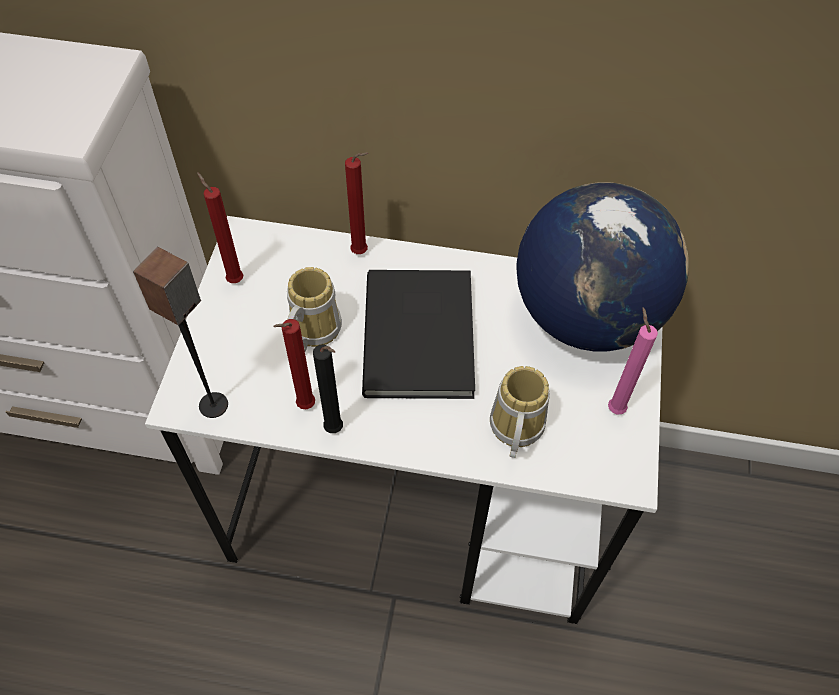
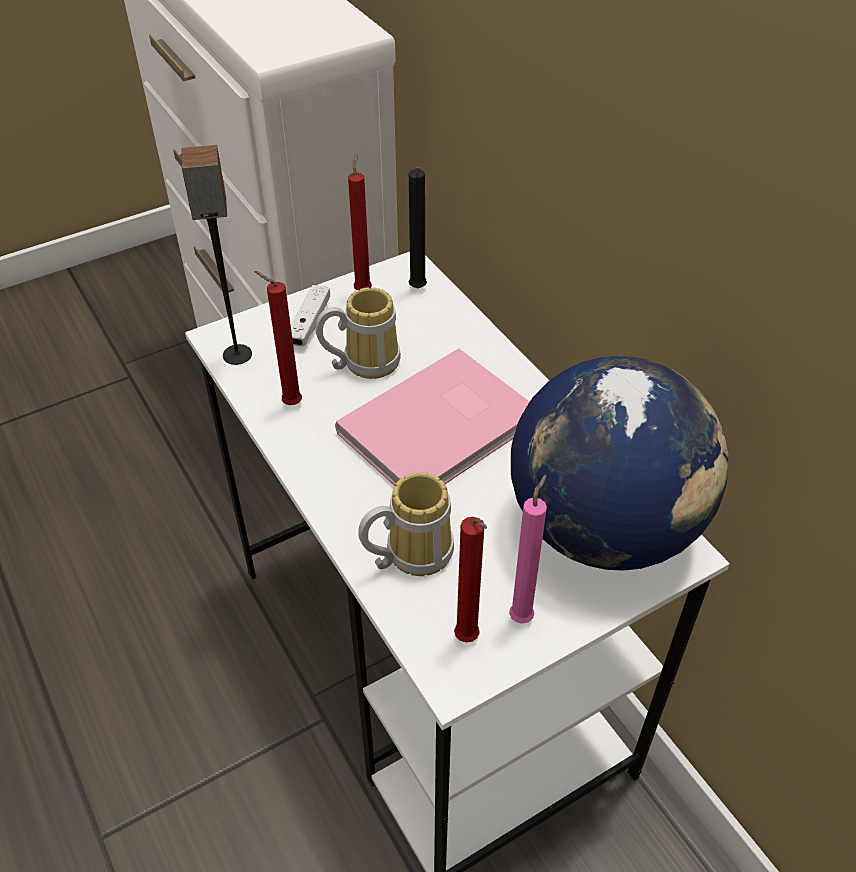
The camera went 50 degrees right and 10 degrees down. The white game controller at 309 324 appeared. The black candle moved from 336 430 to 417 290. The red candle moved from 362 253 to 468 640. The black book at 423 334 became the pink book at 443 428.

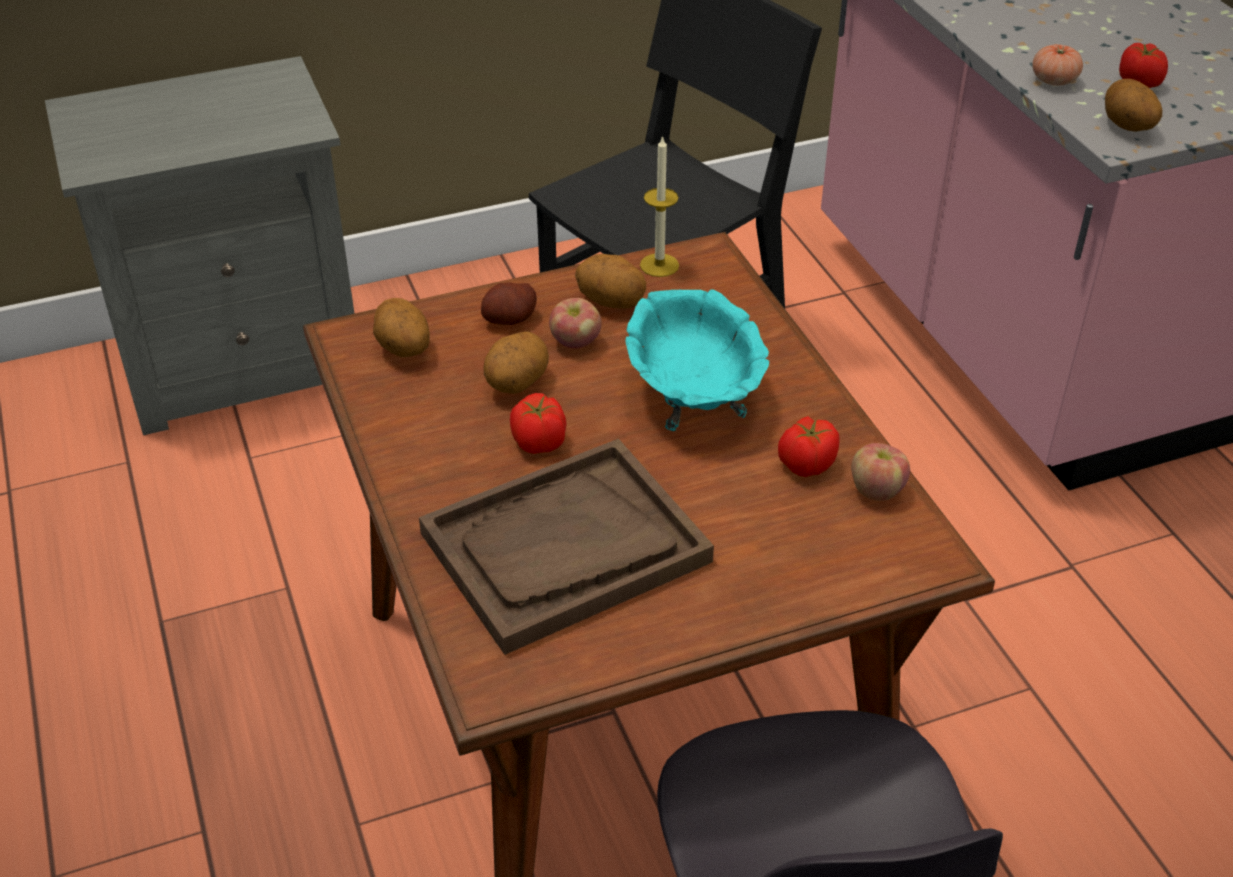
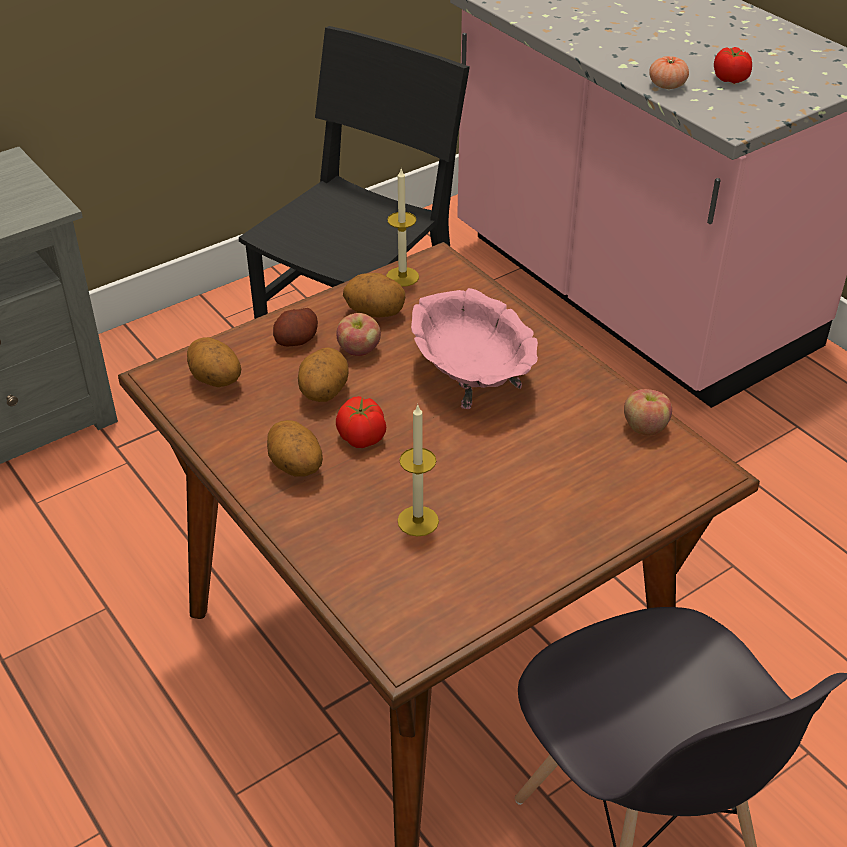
The camera went 15 degrees left and 0 degrees up. The tomato at 806 465 disappeared. The potato moved from 1126 127 to 295 467. The brown tray at 565 548 was replaced by the candle at 418 521. The turquoise bowl at 692 394 became the pink bowl at 470 376.

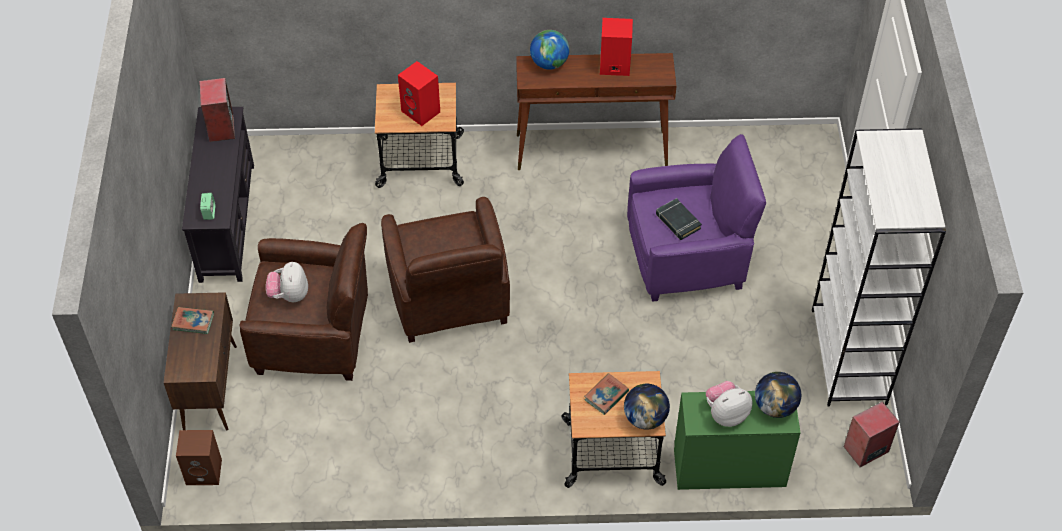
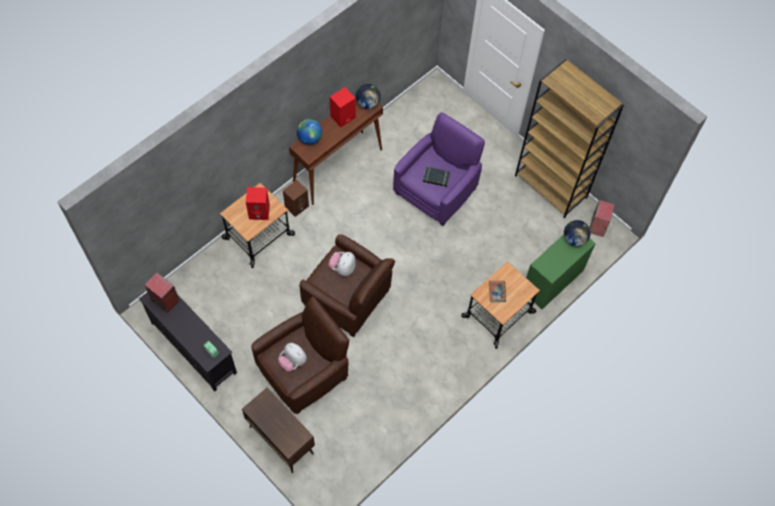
The camera went 45 degrees left and 10 degrees up. The book at 193 322 disappeared. The brown speaker moved from 205 471 to 297 205. The globe moved from 645 418 to 367 103. The plush toy moved from 726 414 to 342 268. The white bookcase at 849 357 became the brown bookcase at 551 187.

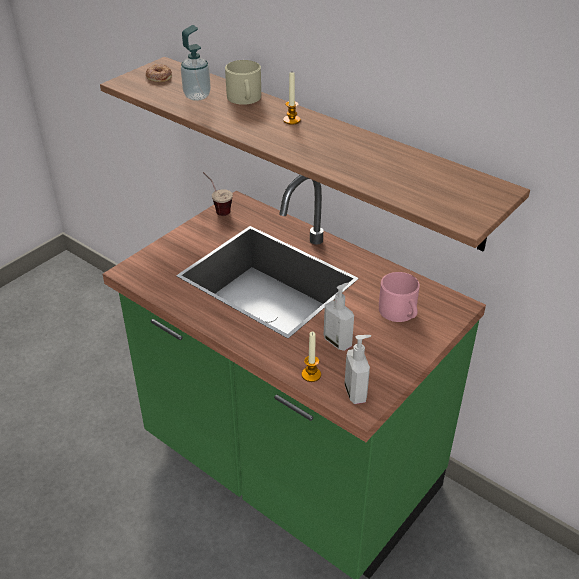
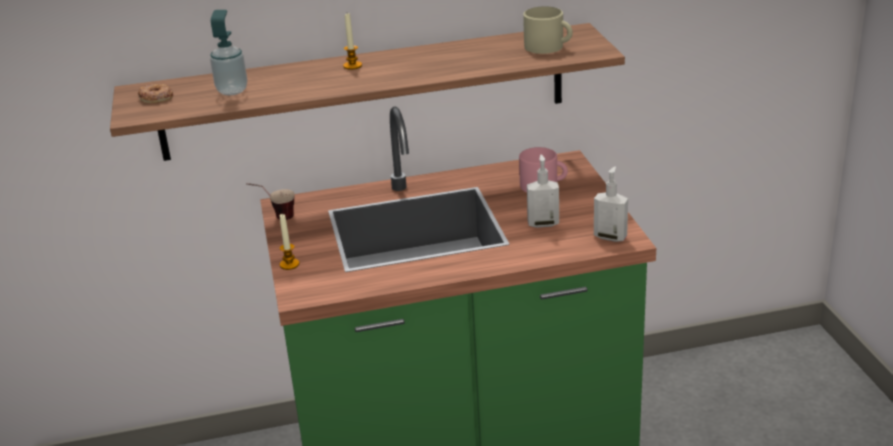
The camera went 50 degrees left and 10 degrees down. The beige mug moved from 244 99 to 548 47. The candle moved from 311 375 to 289 264.

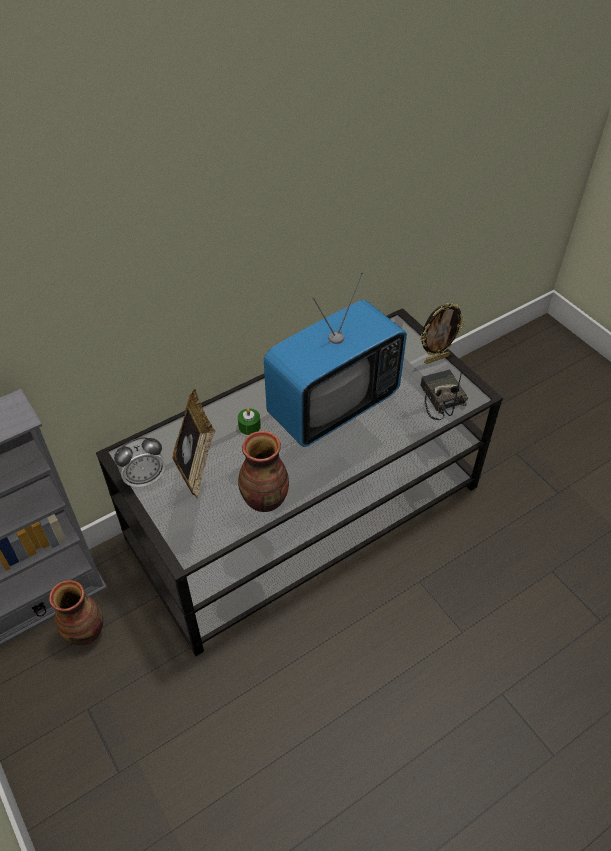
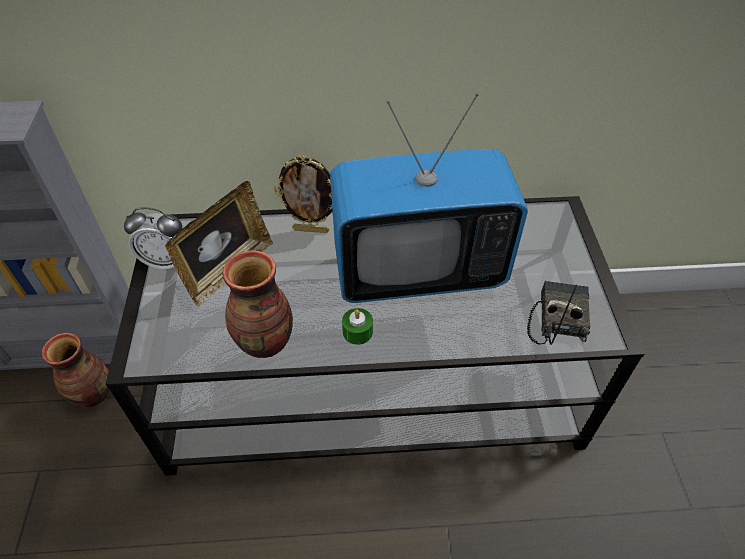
The camera went 30 degrees right and 0 degrees up. The green candle moved from 249 426 to 357 332. The picture frame moved from 436 358 to 311 230.

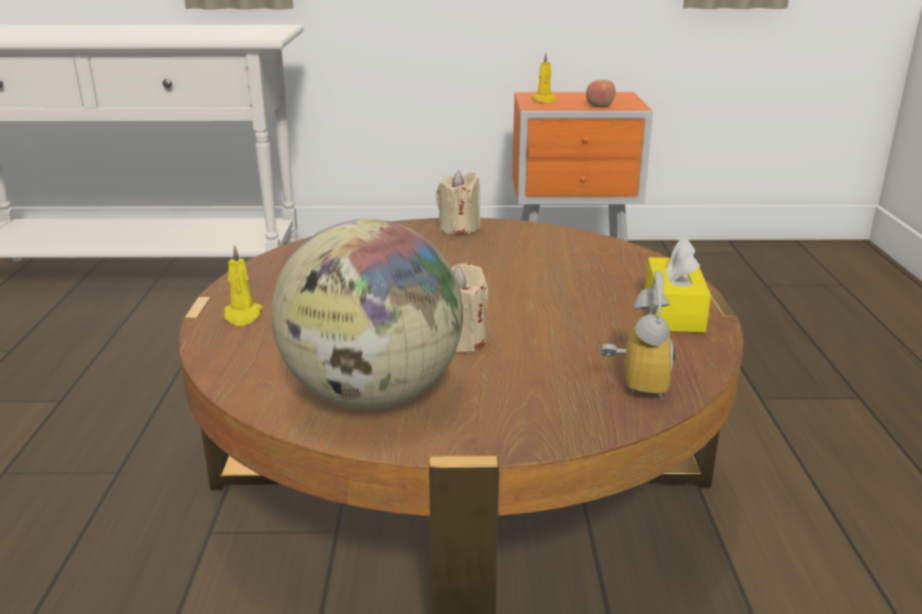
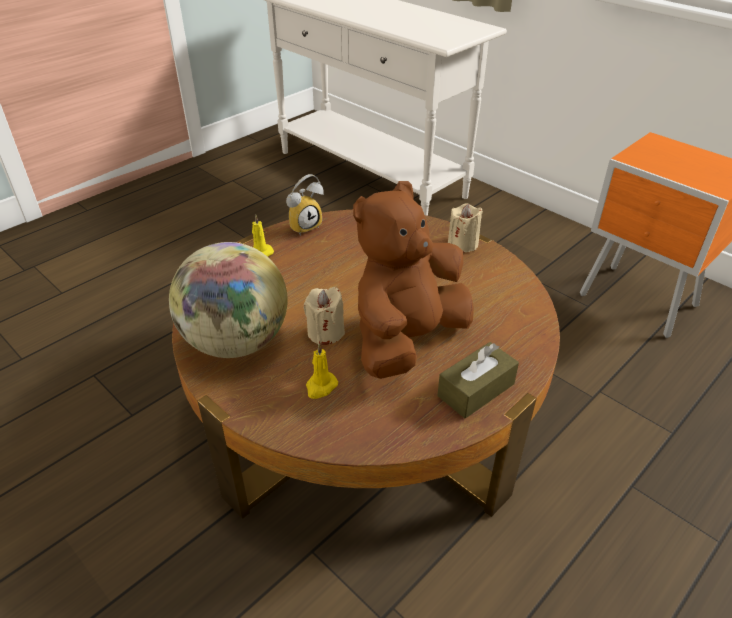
The camera went 45 degrees right and 15 degrees up. The apple at 599 106 disappeared. The brown plush toy at 407 339 appeared. The yellow candle moved from 544 100 to 321 387. The alarm clock moved from 633 383 to 304 225. The yellow tissue box at 673 311 became the brown tissue box at 476 390.

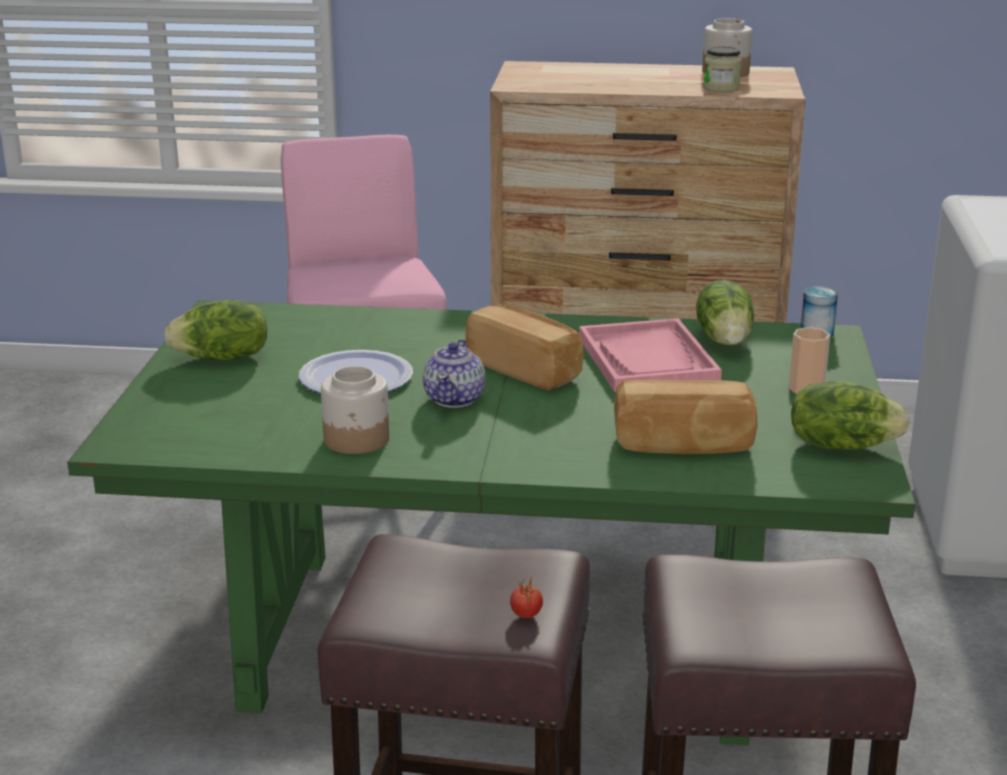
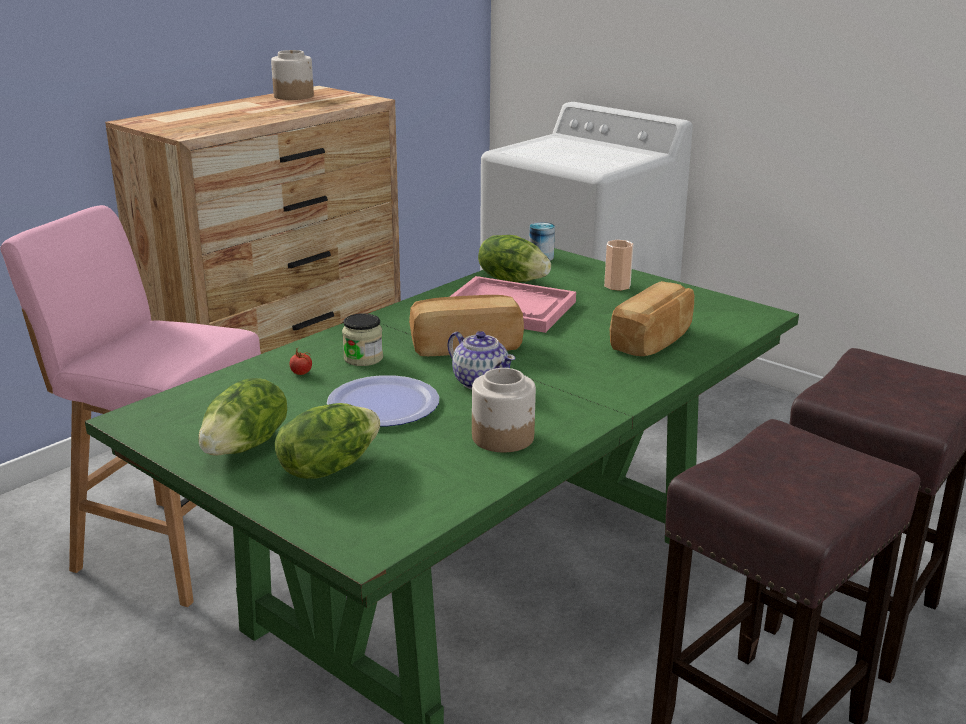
The camera went 55 degrees left and 0 degrees up. The tomato moved from 526 615 to 301 373. The jar moved from 721 88 to 363 358. The lettuce moved from 841 445 to 328 467.

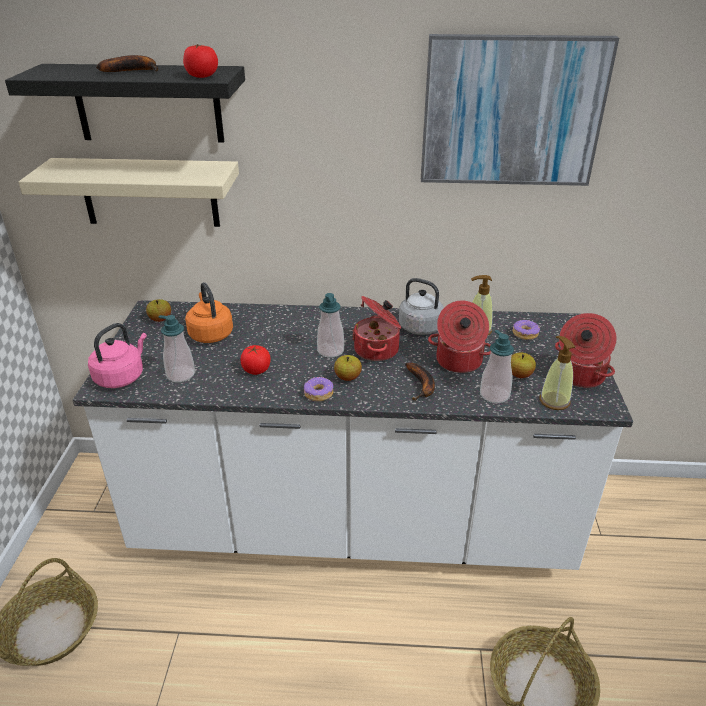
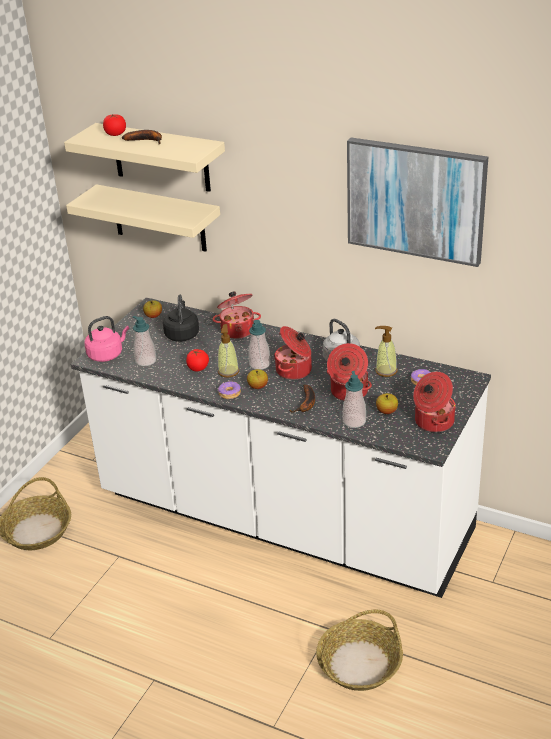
The camera went 25 degrees right and 0 degrees up. The cooking pot at 237 330 appeared. The tomato moved from 202 76 to 115 134. The soap dispenser moved from 554 401 to 228 371. The black shelf at 148 103 became the beige shelf at 161 157. The orange kettle at 210 334 became the black kettle at 182 334.

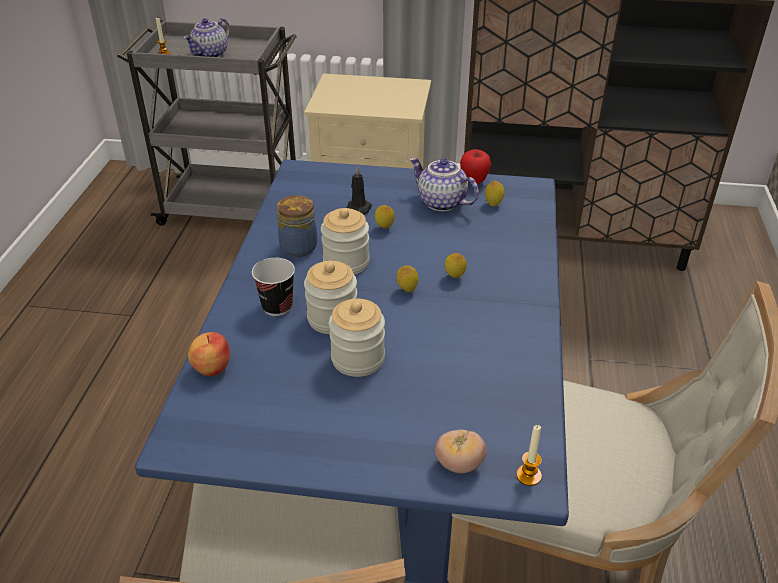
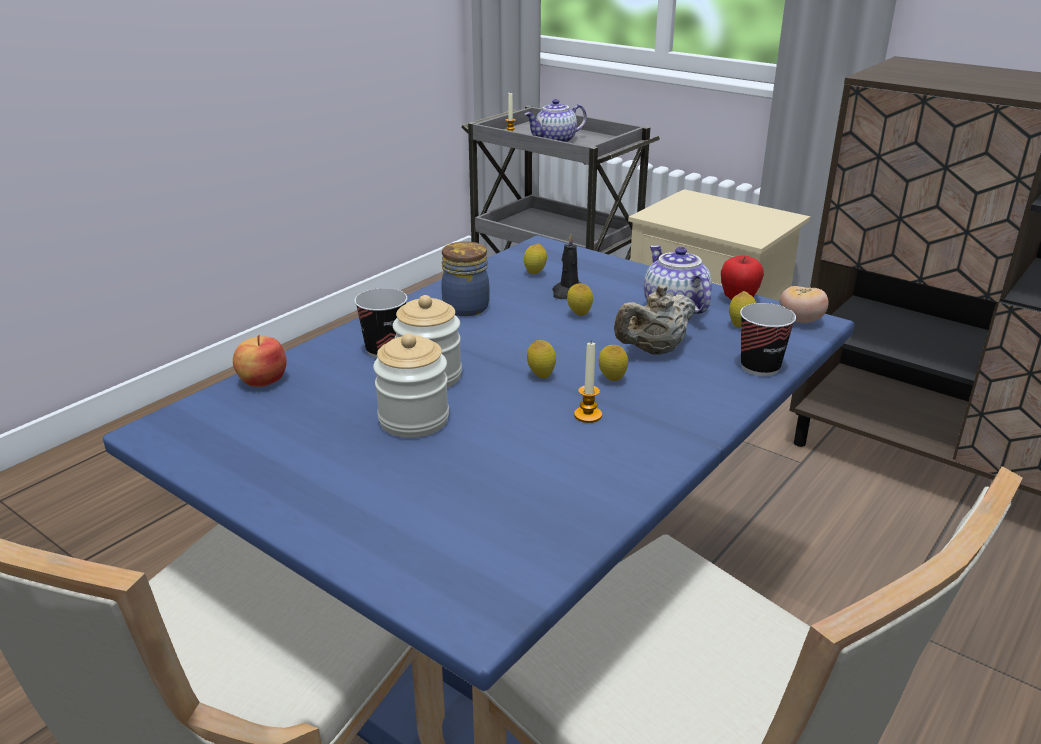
The camera went 30 degrees right and 10 degrees down. The jar at 346 262 disappeared. The lemon at 535 274 appeared. The beige teapot at 654 351 appeared. The cup at 760 367 appeared. The tomato moved from 459 464 to 800 321. The candle moved from 528 475 to 588 415.

